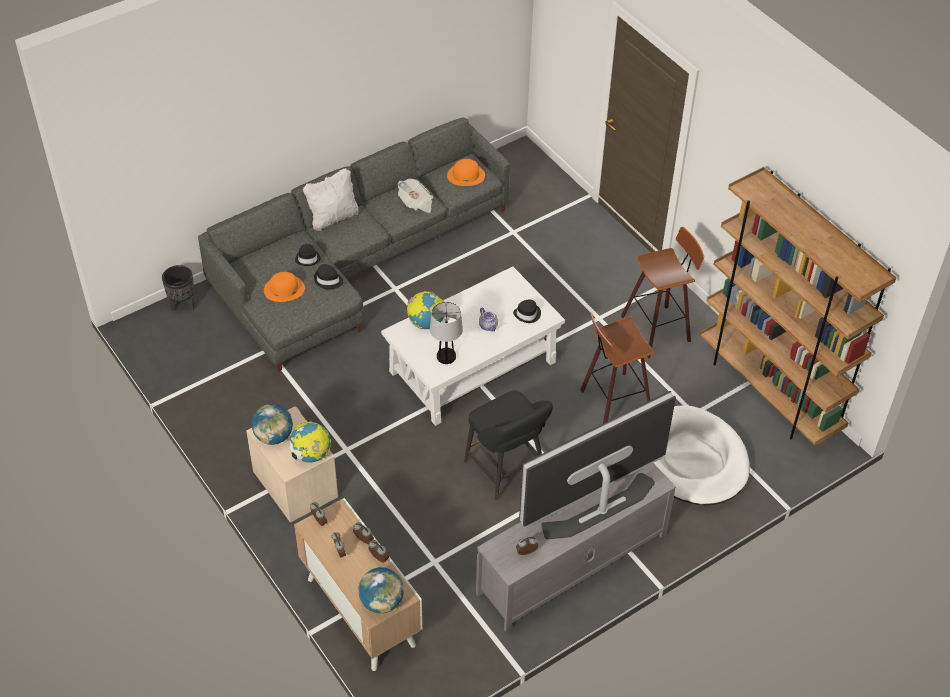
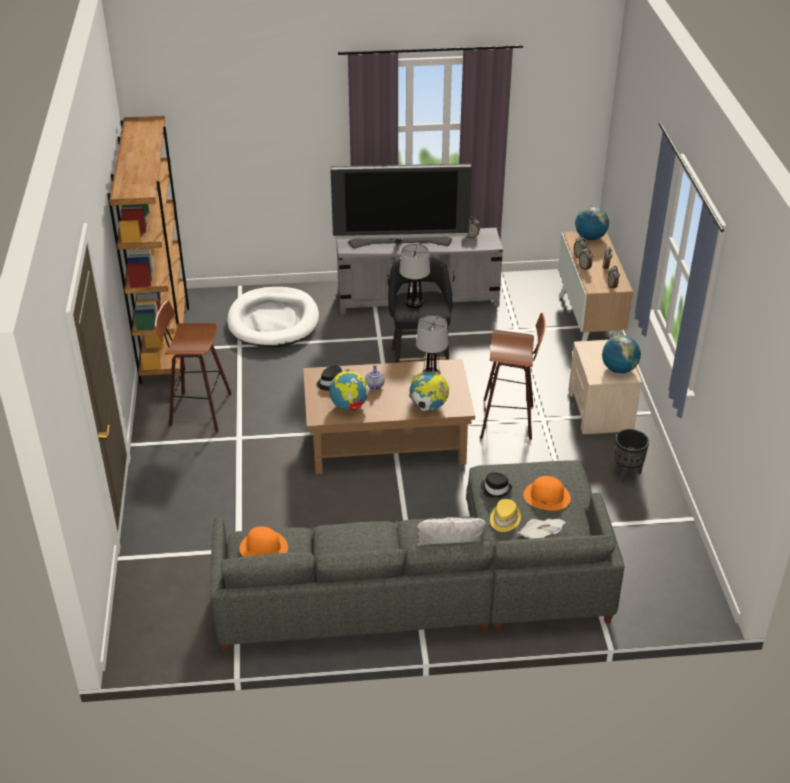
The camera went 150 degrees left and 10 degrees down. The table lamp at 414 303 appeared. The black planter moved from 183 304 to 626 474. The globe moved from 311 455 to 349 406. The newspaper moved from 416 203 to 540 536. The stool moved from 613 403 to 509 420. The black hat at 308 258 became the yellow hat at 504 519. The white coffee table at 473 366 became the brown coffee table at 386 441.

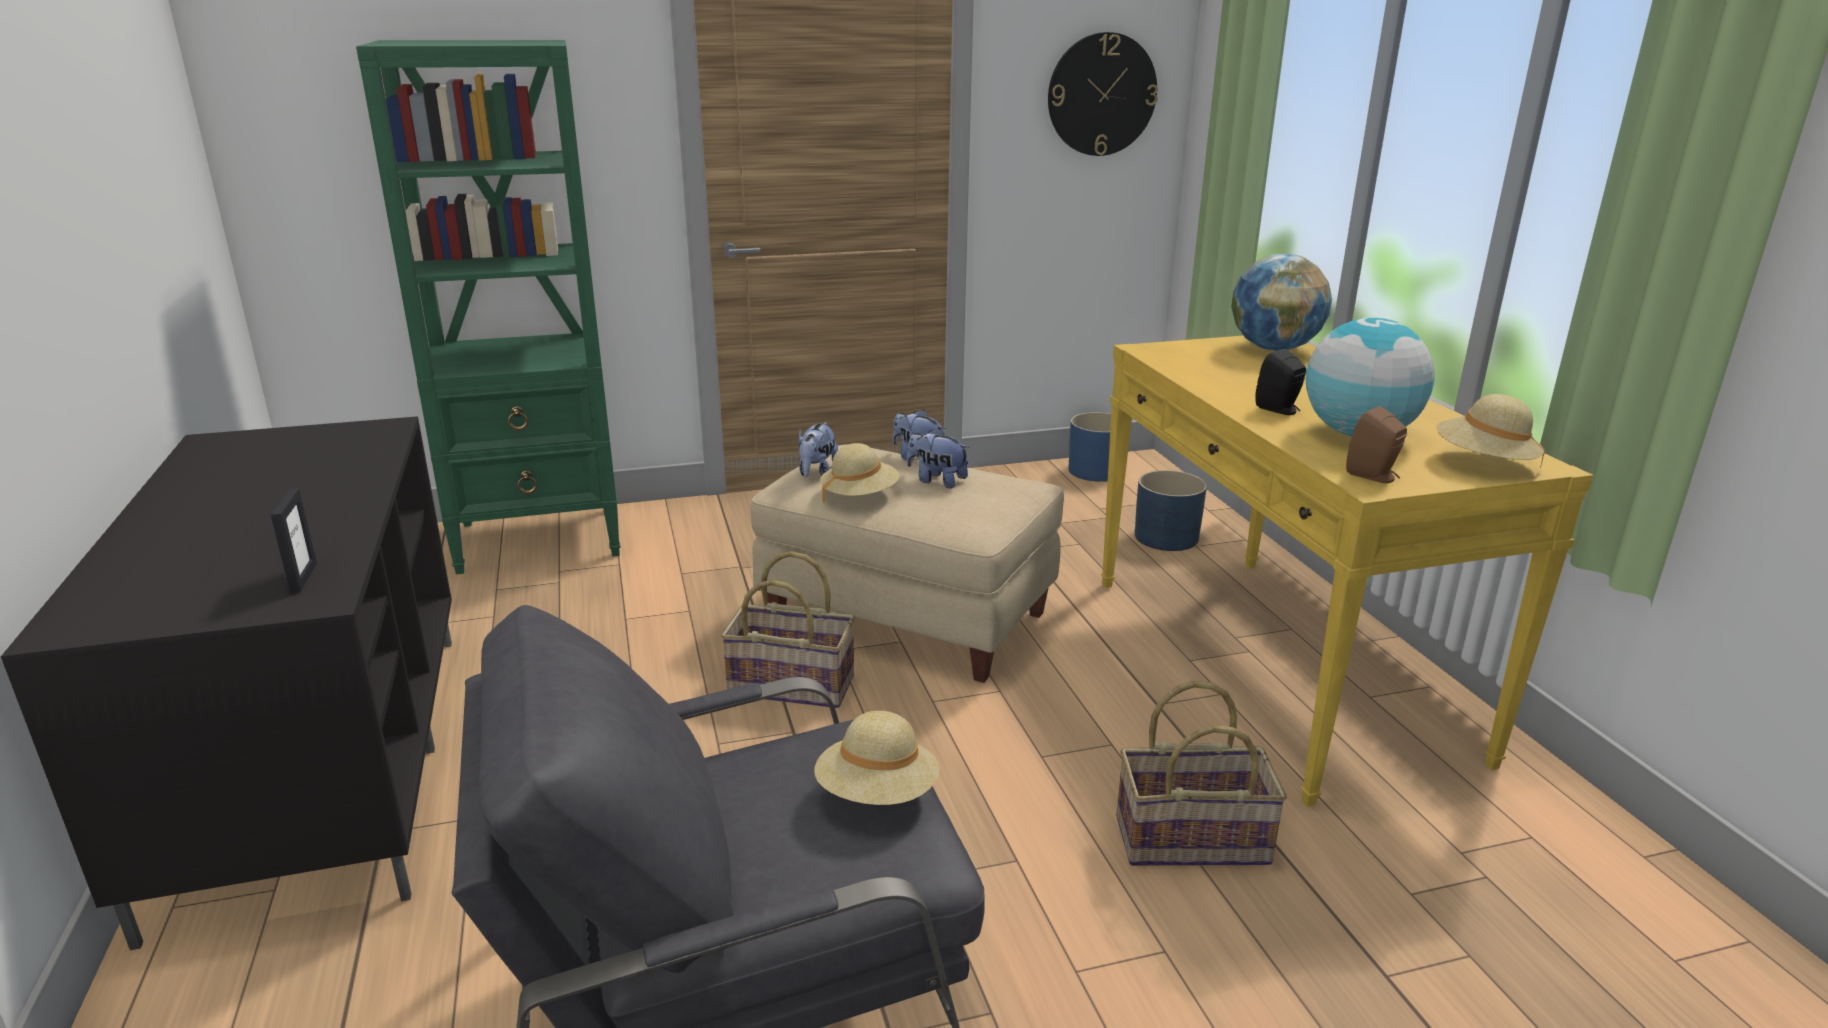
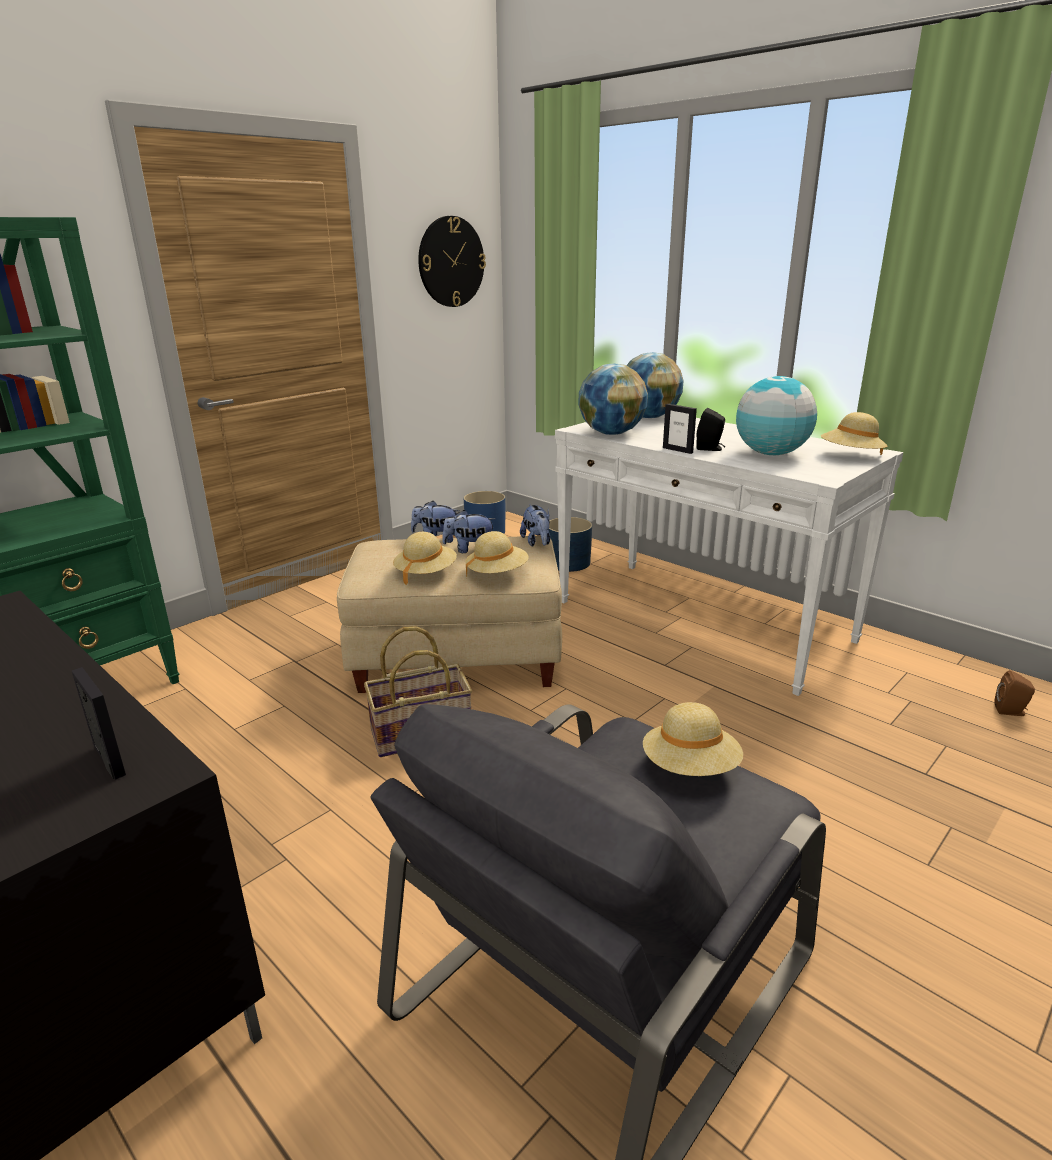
The camera went 30 degrees left and 0 degrees up. The basket at 1192 838 disappeared. The beige hat at 497 573 appeared. The globe at 611 433 appeared. The picture frame at 677 450 appeared. The plush toy moved from 817 473 to 537 542. The brown speaker moved from 1374 476 to 1011 711. The yellow console table at 1276 665 became the white console table at 702 621.

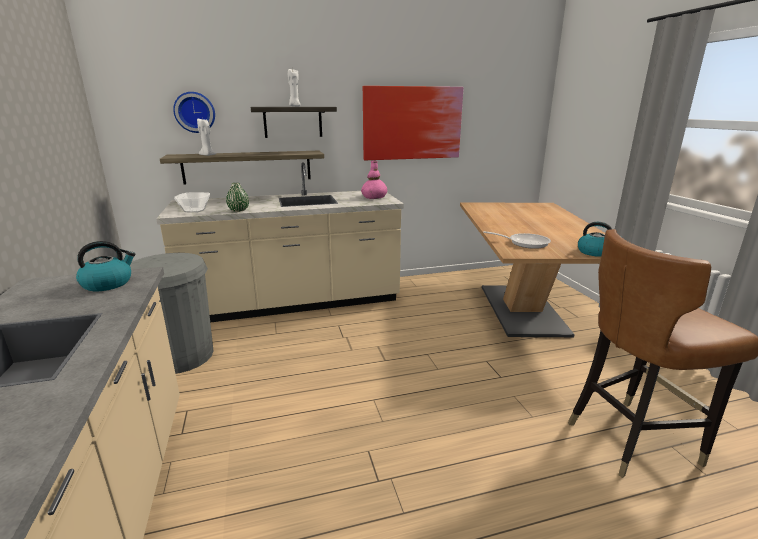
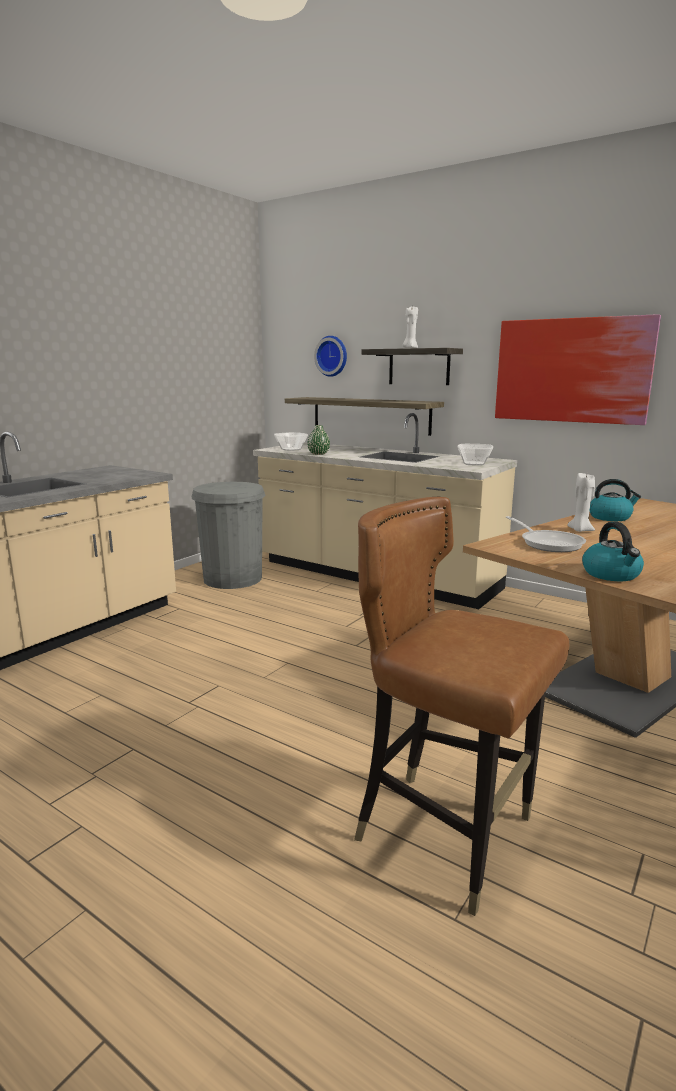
The camera went 50 degrees right and 5 degrees down. The kettle moved from 108 283 to 610 517. The white candle moved from 207 155 to 580 530. The pink vase at 374 197 was replaced by the bowl at 473 464.

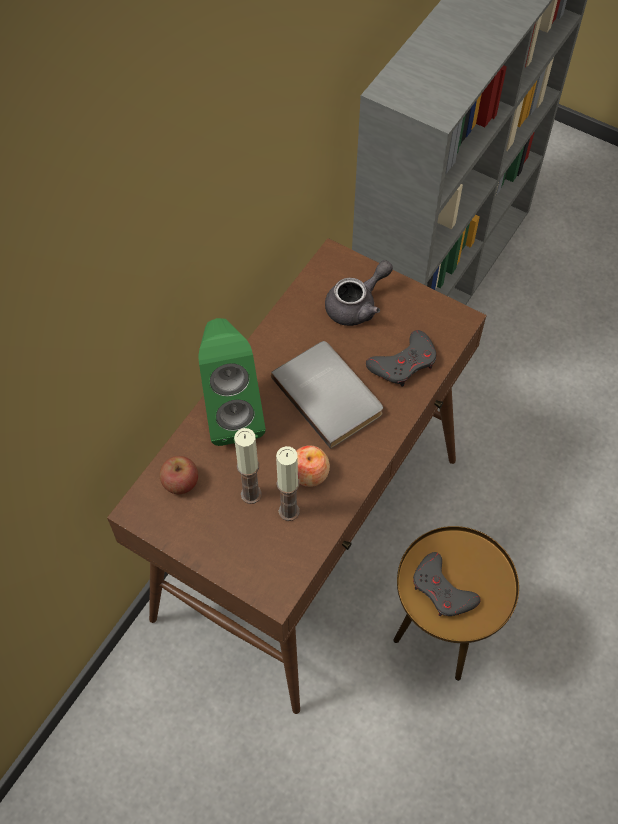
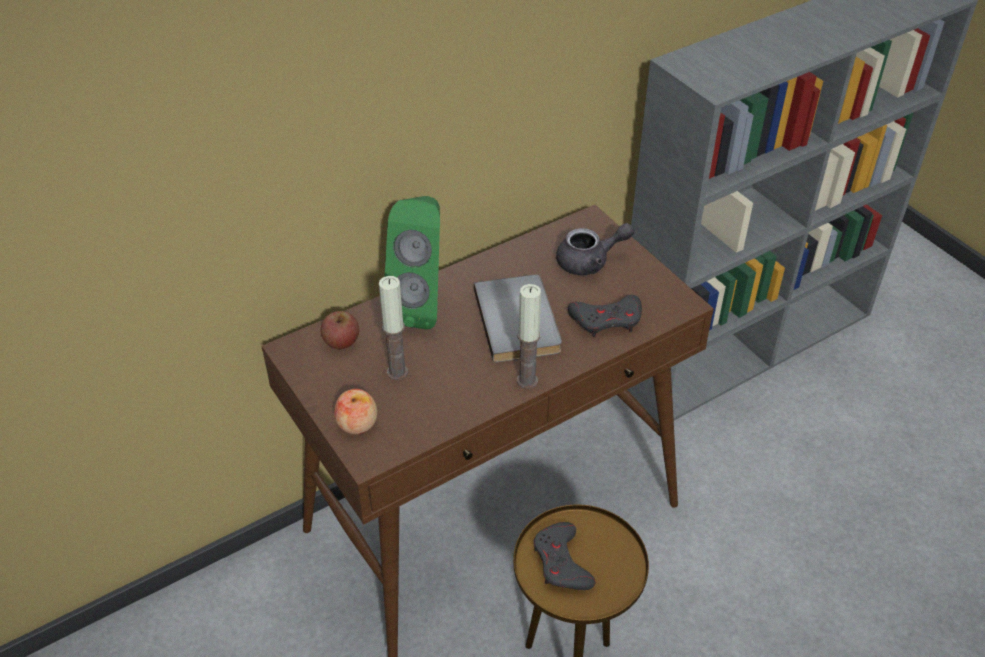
The camera went 25 degrees right and 15 degrees down. The candle moved from 289 511 to 527 380. The apple moved from 309 473 to 357 423.

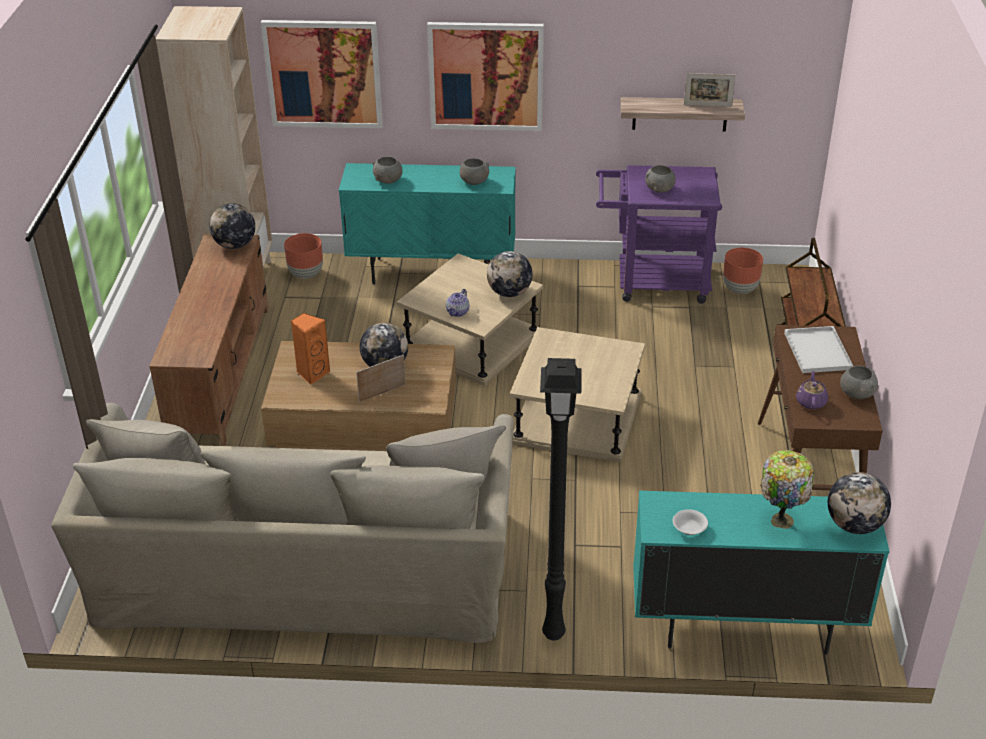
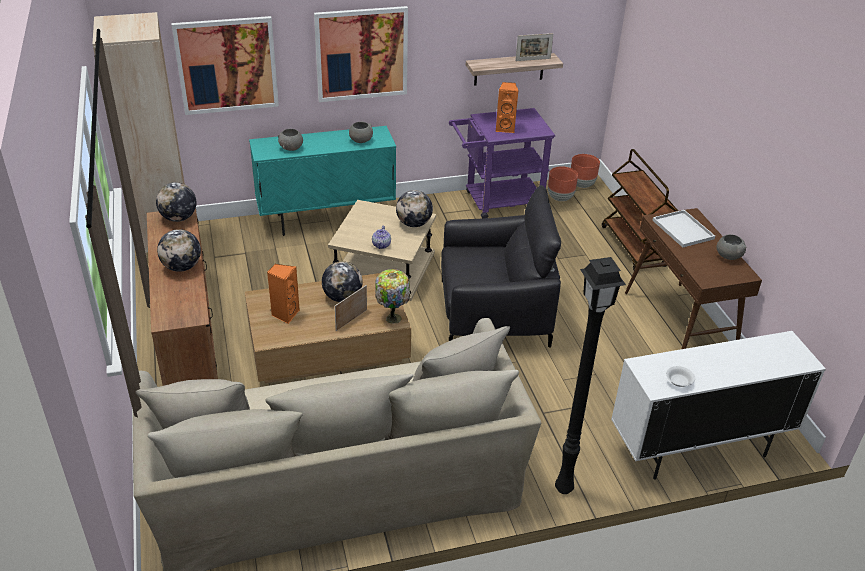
The camera went 20 degrees left and 0 degrees up. The purple teapot at 811 401 disappeared. The brown planter moved from 305 274 to 581 185. The table lamp moved from 781 519 to 392 317. The globe moved from 854 525 to 182 267. The beige side table at 577 418 was replaced by the black armchair at 493 313. The grey bowl at 659 189 was replaced by the orange speaker at 505 128. The turquoise cabinet at 744 627 became the white cabinet at 698 449.

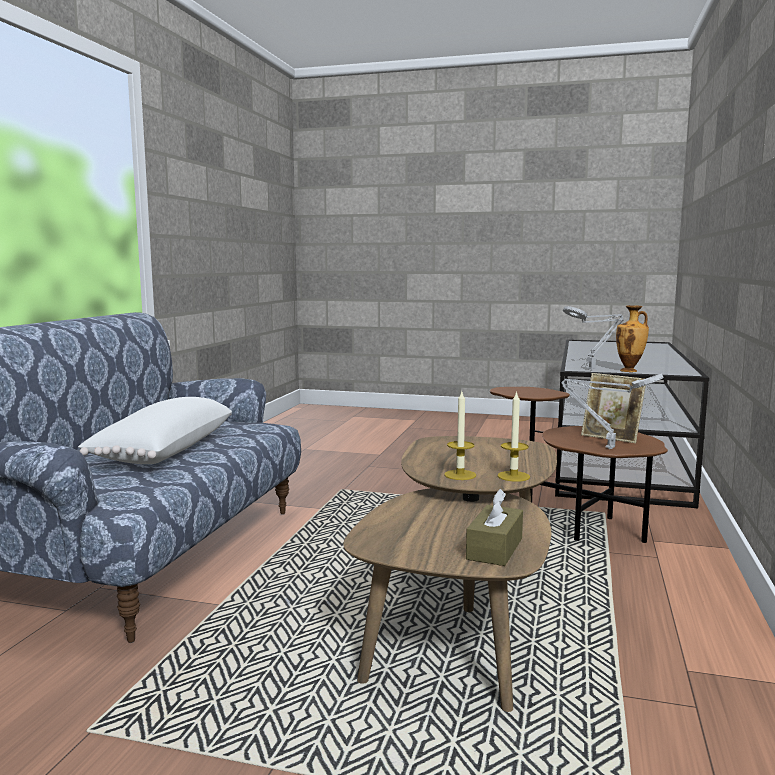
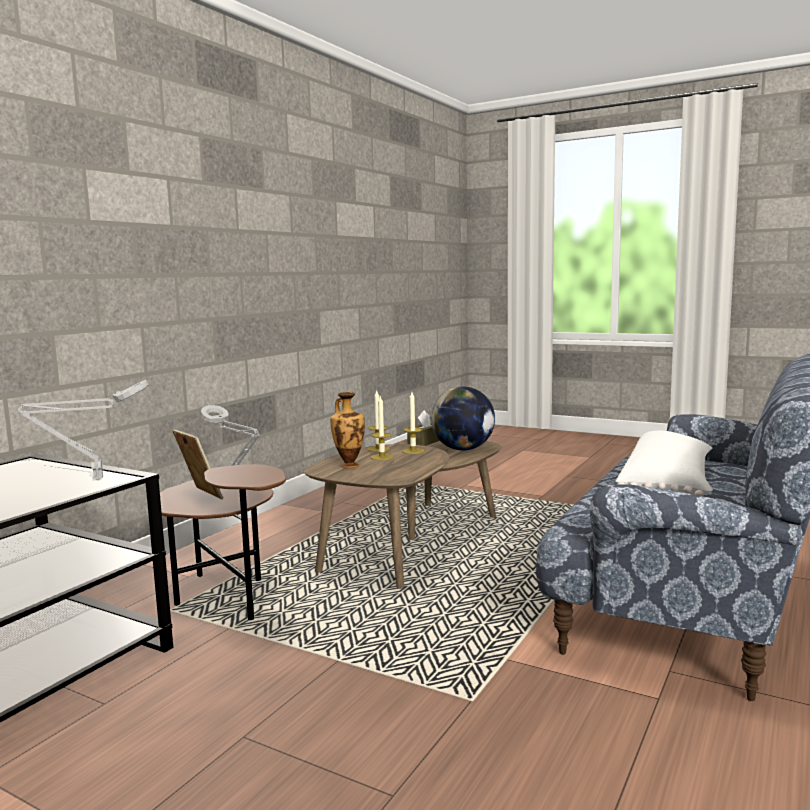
The camera went 165 degrees left and 0 degrees up. The candle at 382 457 appeared. The globe at 463 449 appeared. The vase moved from 629 371 to 349 465.

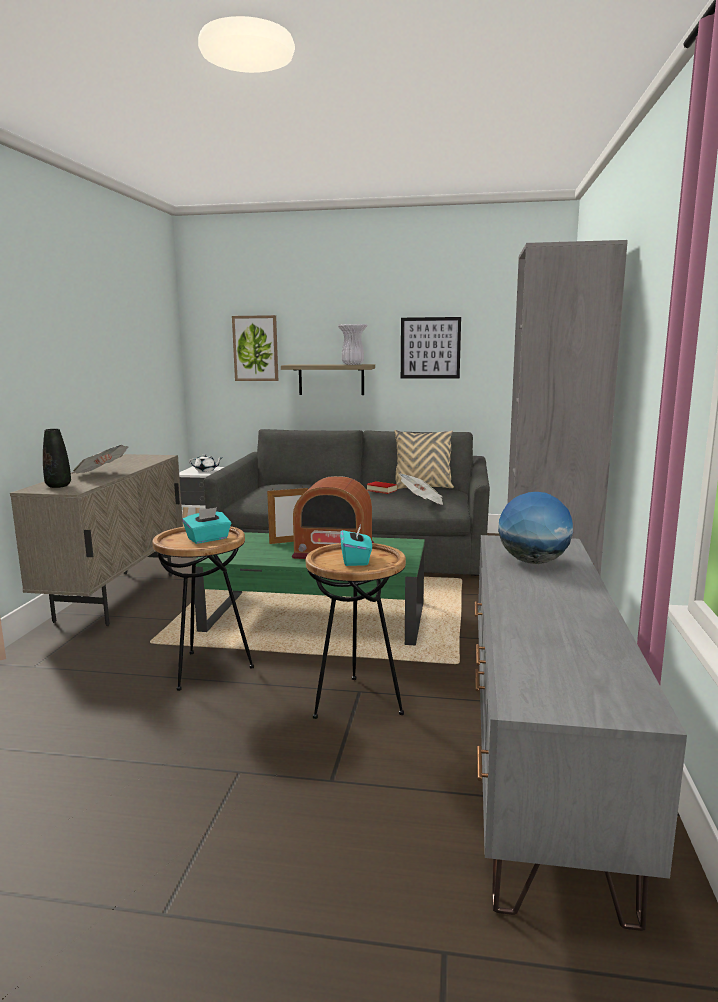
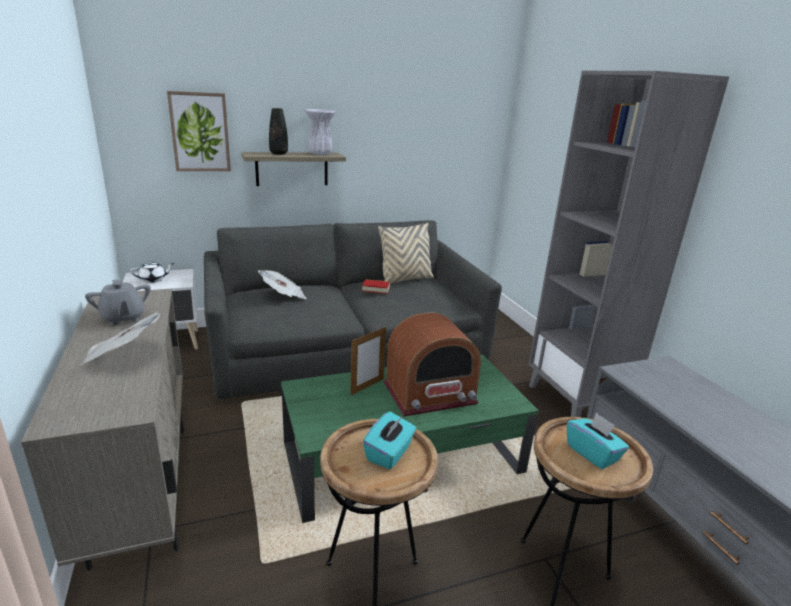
The camera went 30 degrees left and 10 degrees up. The picture at 430 348 disappeared. The globe at 533 562 disappeared. The grey teapot at 123 318 appeared. The black vase moved from 58 486 to 278 153. The newspaper moved from 422 501 to 284 296.

